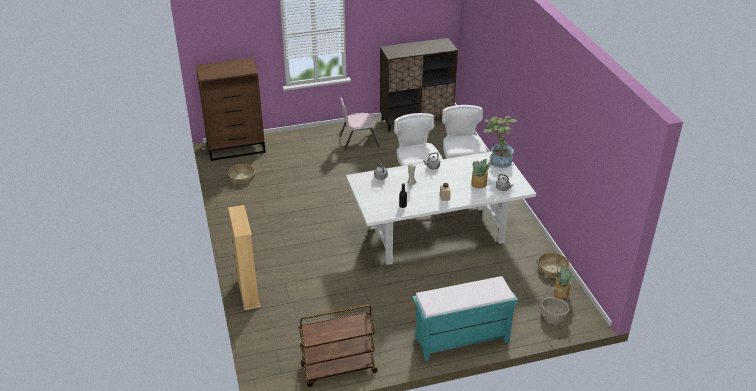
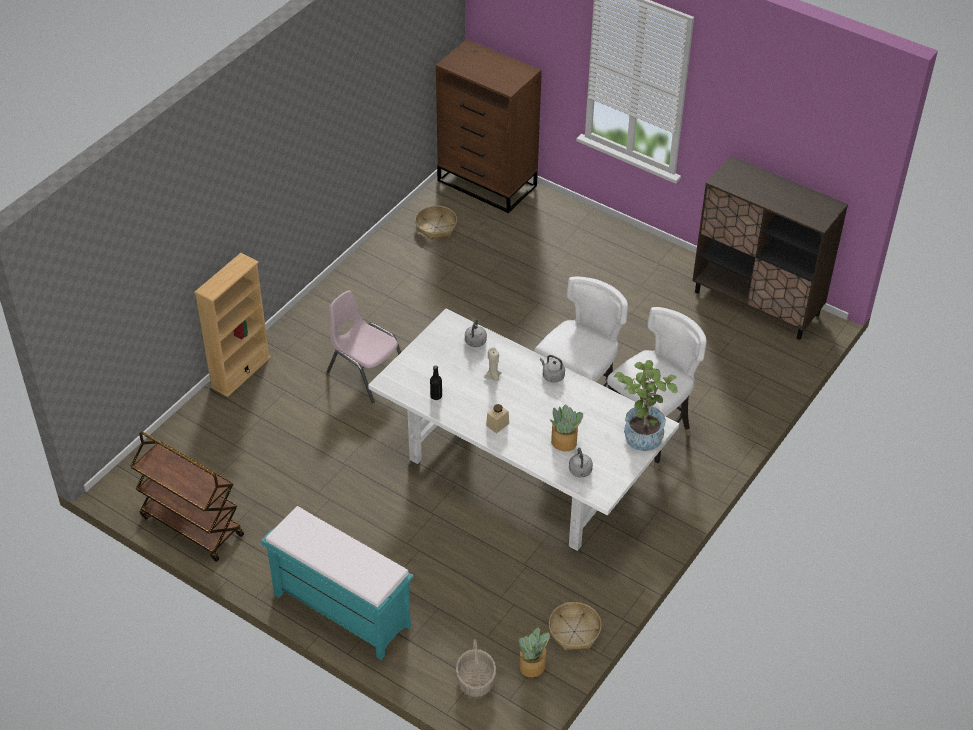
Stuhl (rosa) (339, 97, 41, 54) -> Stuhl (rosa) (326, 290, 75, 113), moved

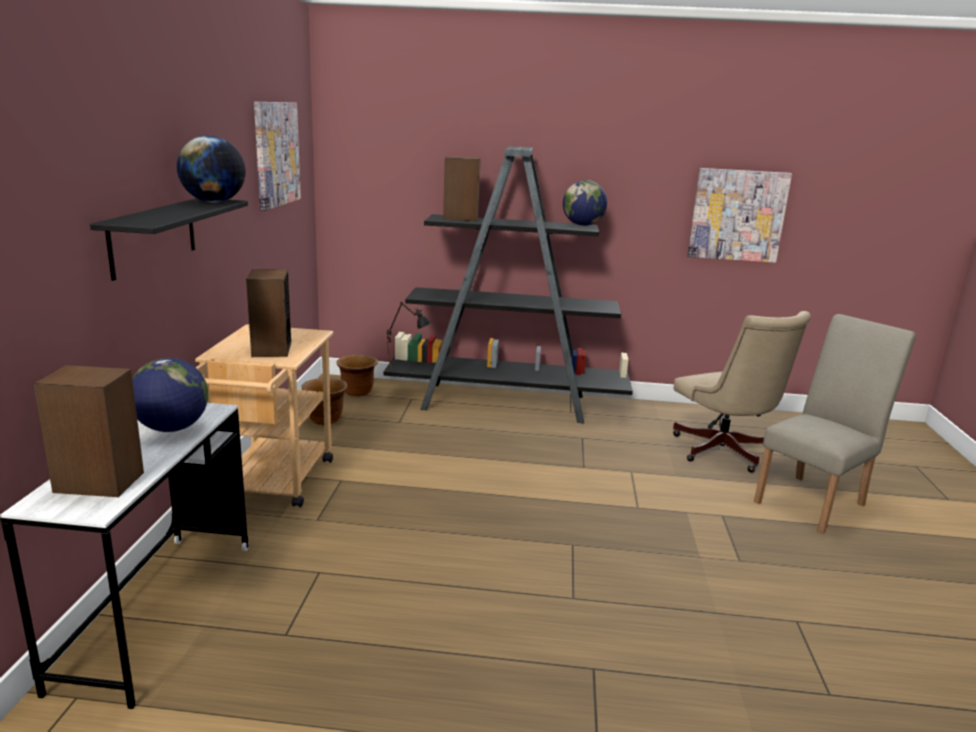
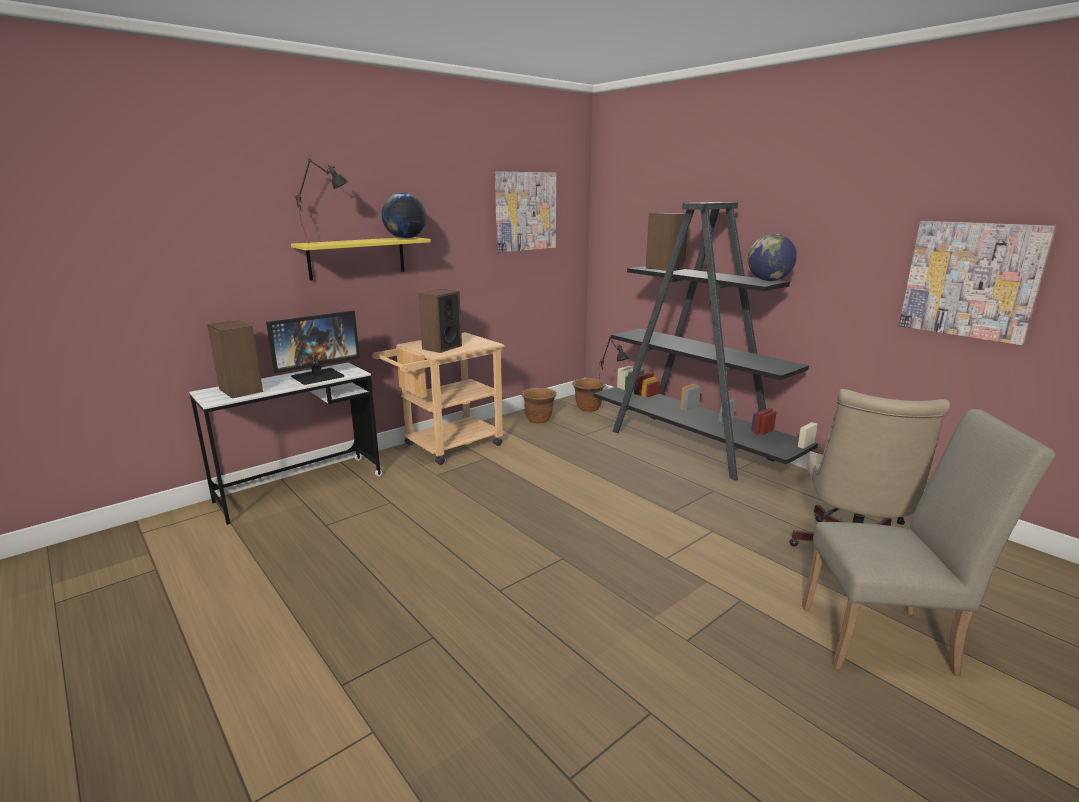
Wandregal (schwarz) (90, 198, 158, 83) -> Wandregal (gelb) (291, 237, 140, 44)
Globus (132, 358, 76, 74) -> Monitor (266, 311, 94, 74)
none -> Tischlampe (schwarz) (295, 159, 53, 85)

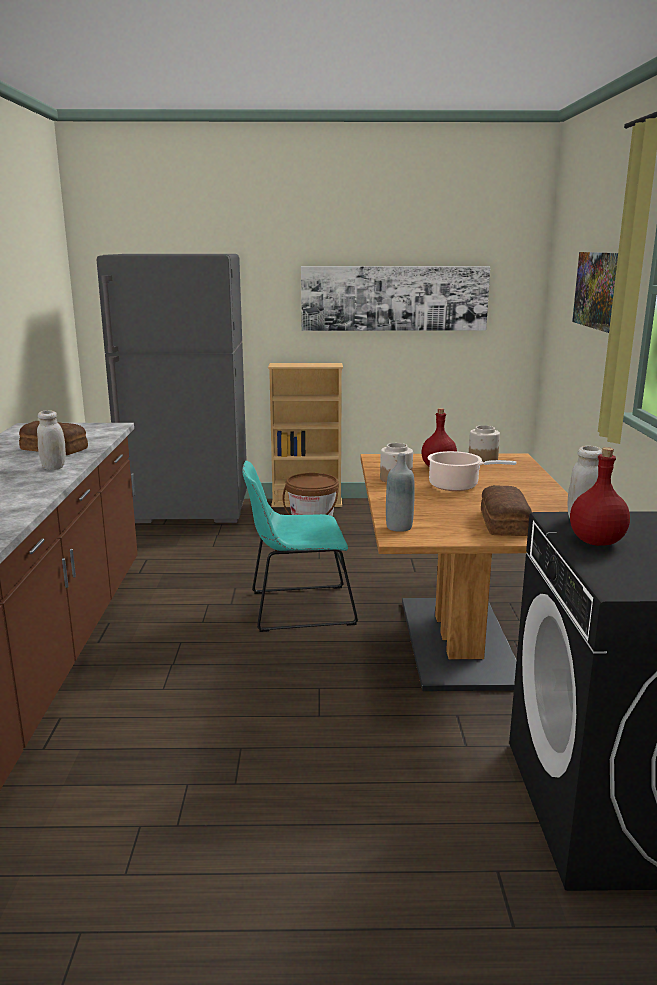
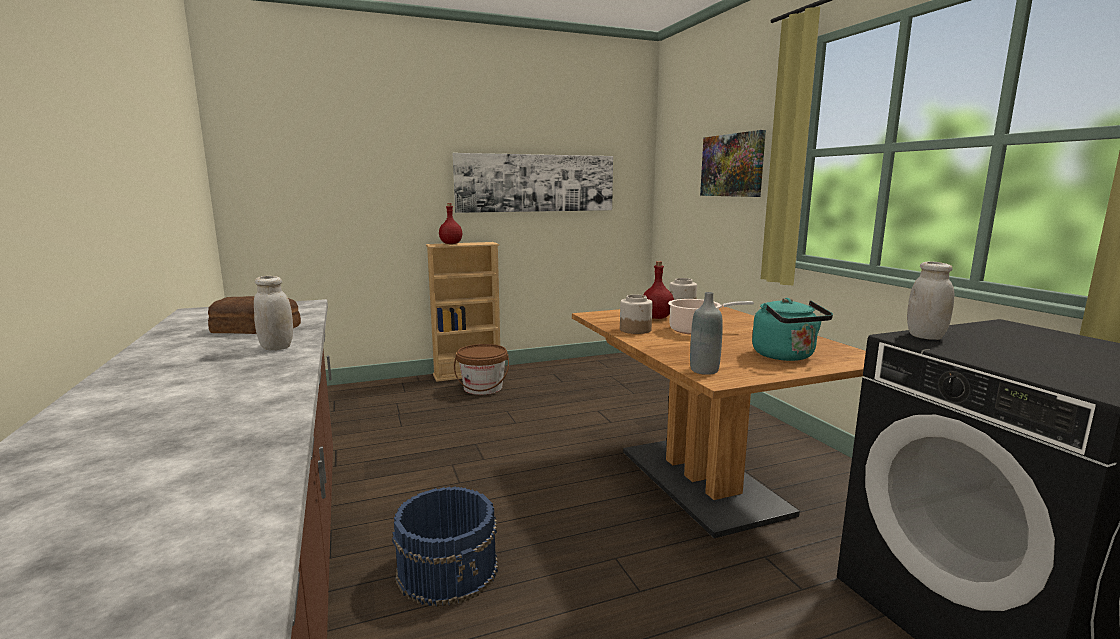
Kühlschrank (grau) (96, 254, 151, 269) -> none
Stuhl (türkis) (242, 461, 117, 171) -> none
Brot (481, 485, 51, 51) -> Wasserkessel (türkis) (752, 298, 81, 63)
Flasche (rot) (570, 447, 60, 99) -> Flasche (rot) (439, 203, 23, 41), moved
none -> Eimer (blau) (392, 487, 106, 120)

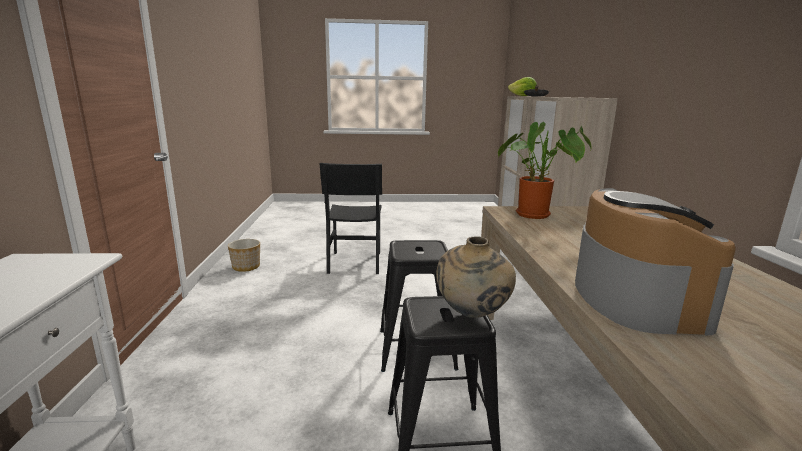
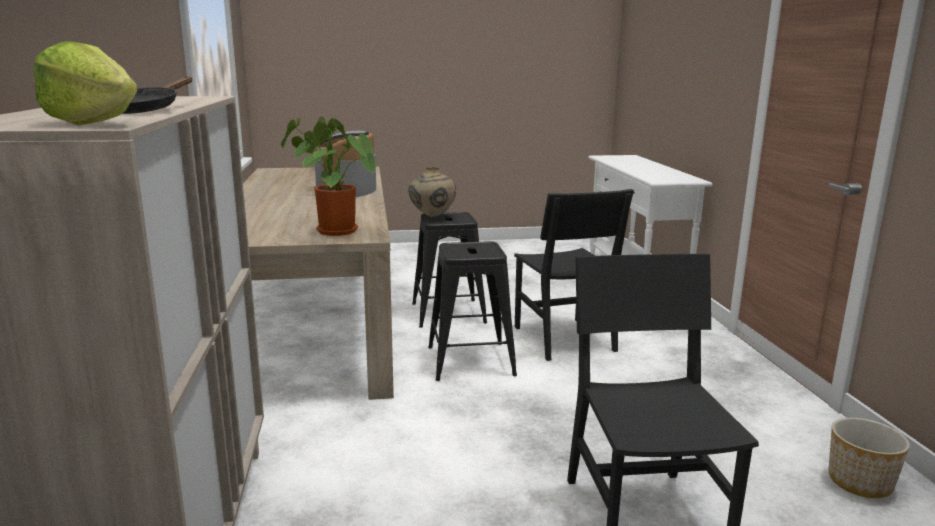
none -> Stuhl (schwarz) (514, 189, 120, 172)

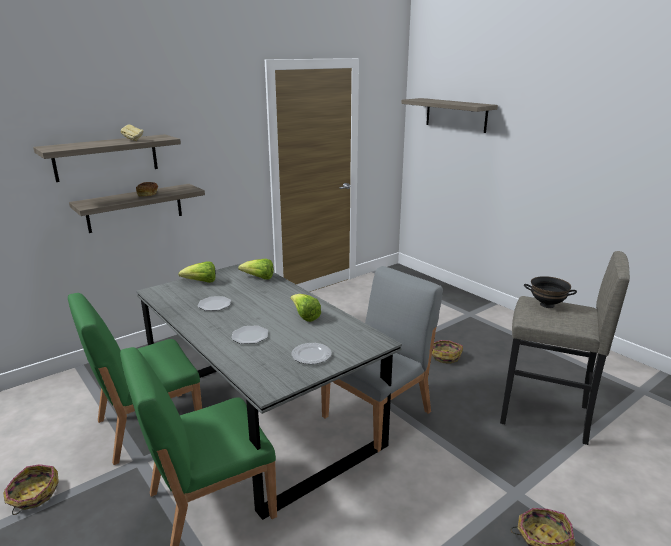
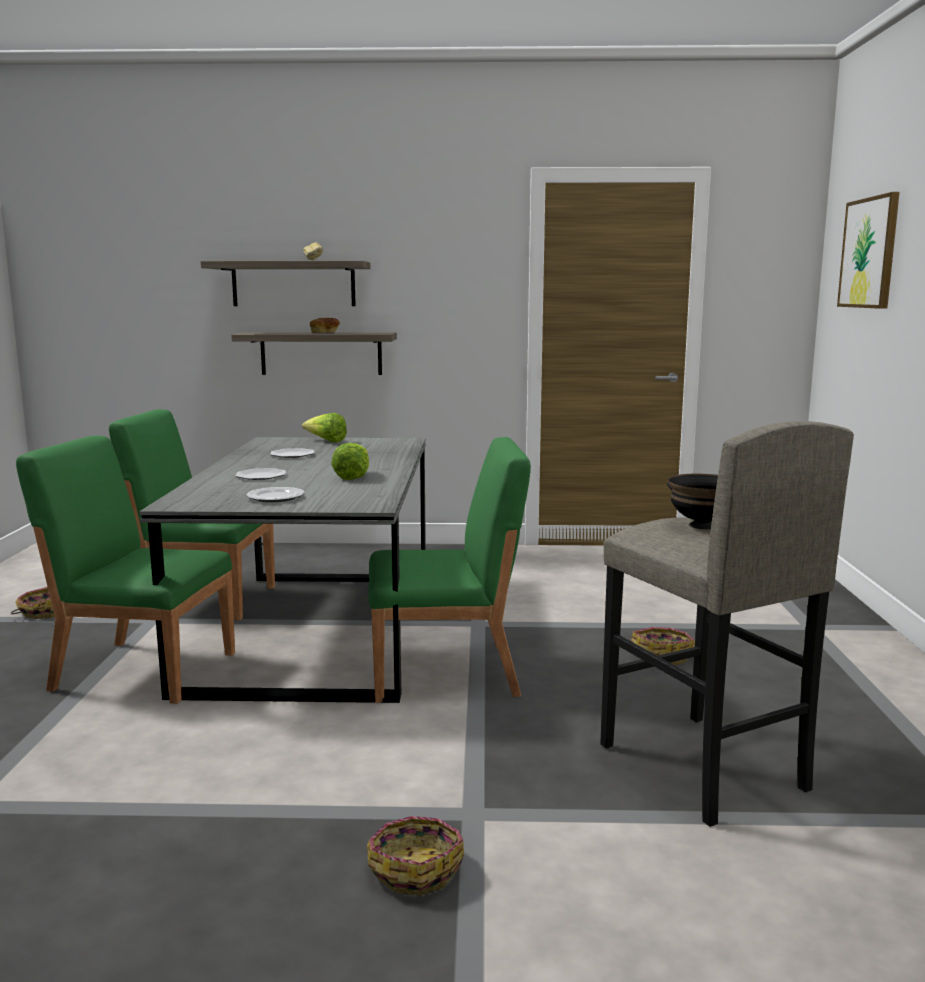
Salatkopf (238, 259, 36, 21) -> none
Stuhl (grau) (321, 266, 122, 186) -> Stuhl (grün) (368, 437, 163, 266)
Wandregal (401, 98, 97, 35) -> Bild (837, 192, 63, 117)

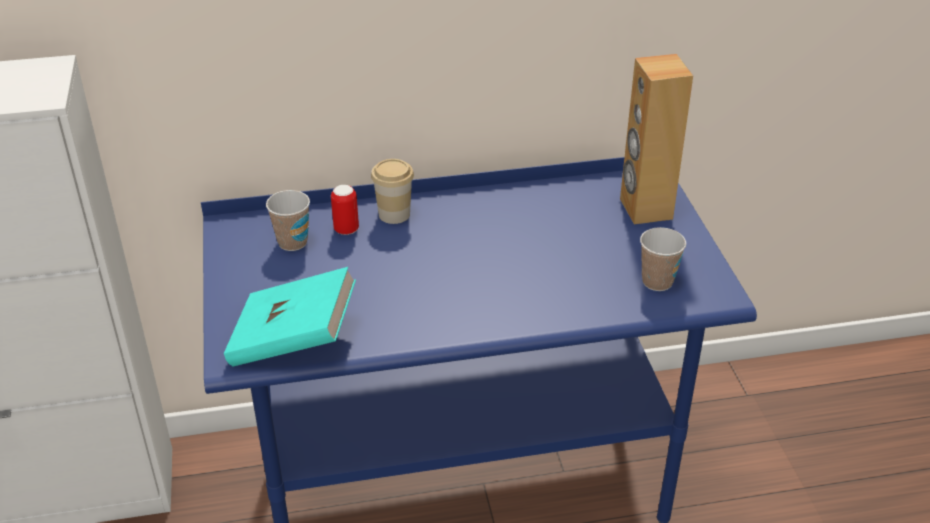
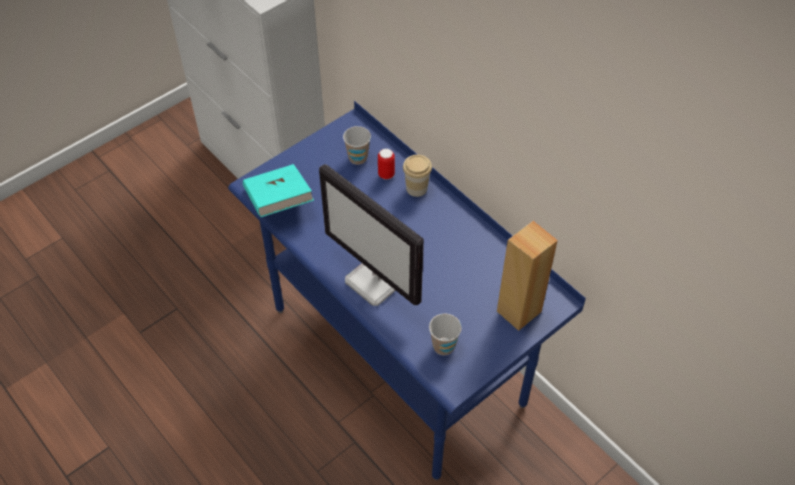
none -> Monitor (319, 164, 105, 142)

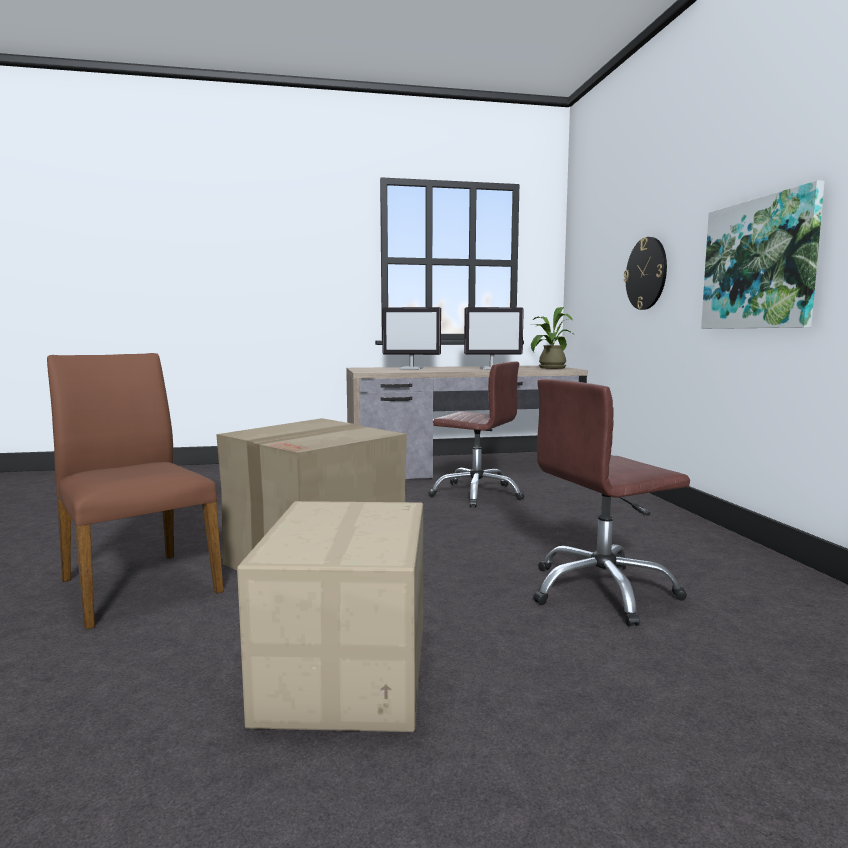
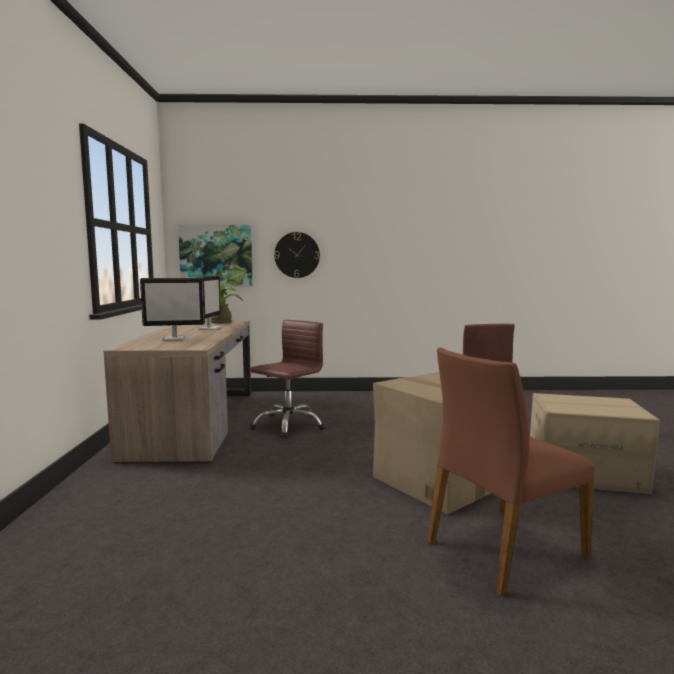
Monitor (382, 307, 59, 63) -> Monitor (140, 278, 65, 63), 60 degrees clockwise
Bild (701, 180, 124, 149) -> Bild (178, 225, 75, 62), moved

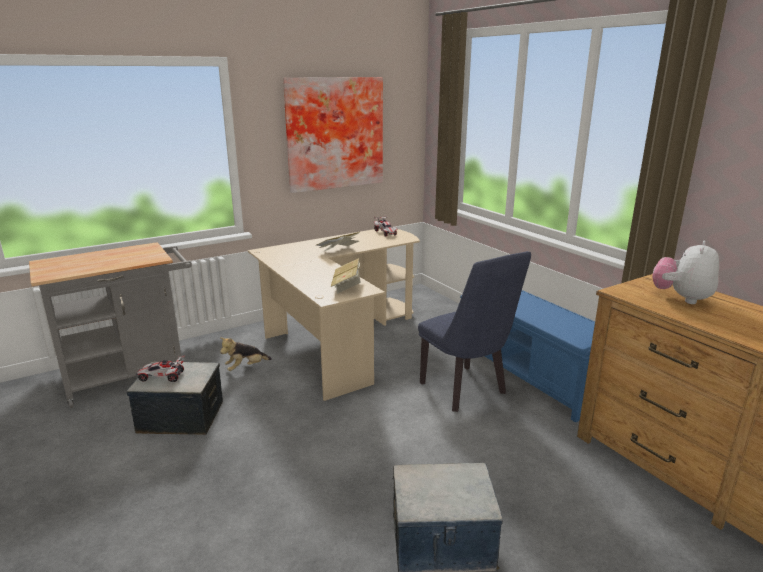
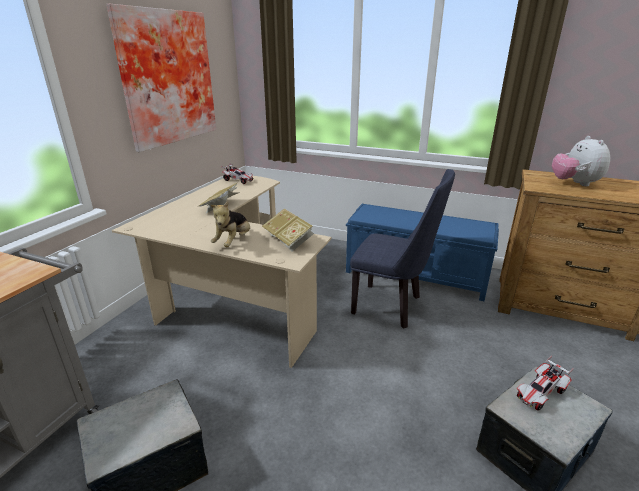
Spielzeugauto (136, 355, 49, 27) -> Spielzeugauto (517, 356, 57, 55), moved
Plüschtier (220, 337, 52, 34) -> Plüschtier (210, 202, 40, 45), moved

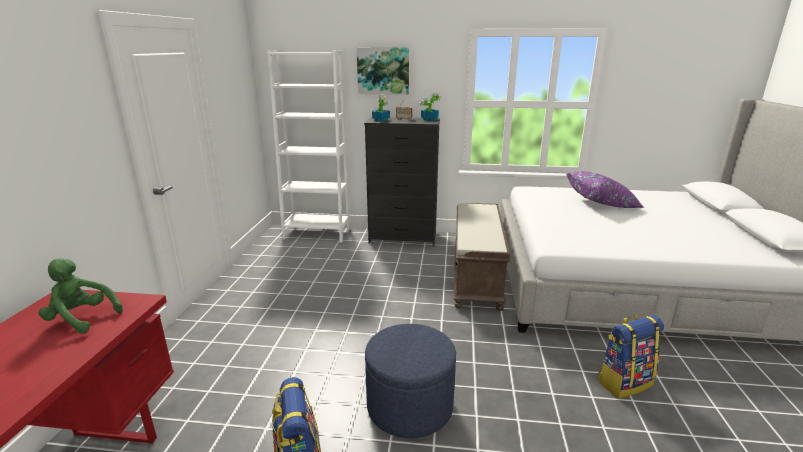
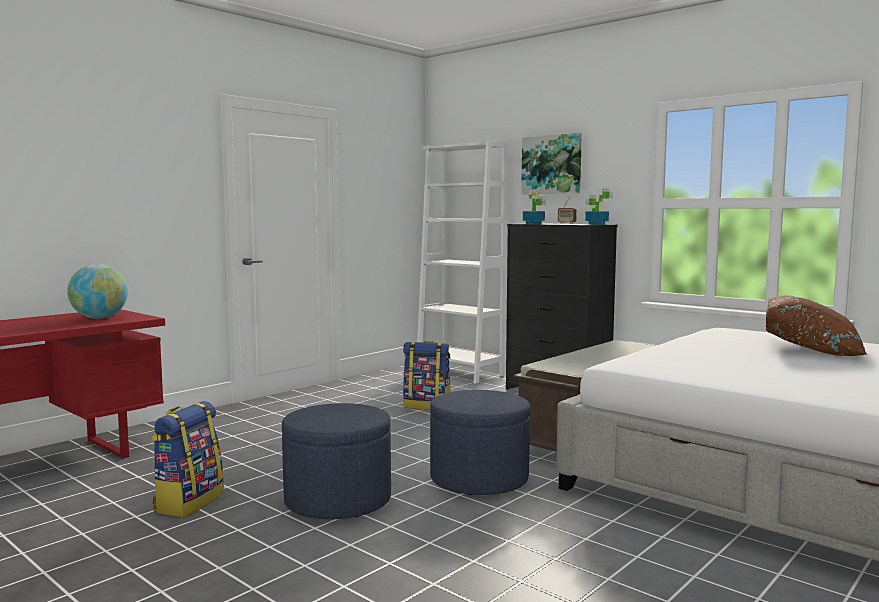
Plüschtier (grün) (38, 258, 85, 76) -> Globus (67, 264, 61, 55)
Kissen (lila) (567, 171, 77, 37) -> Kissen (braun) (766, 296, 101, 60)
Rucksack (598, 315, 66, 83) -> Rucksack (403, 341, 47, 69), moved
none -> Polsterhocker (blau) (430, 390, 100, 105)

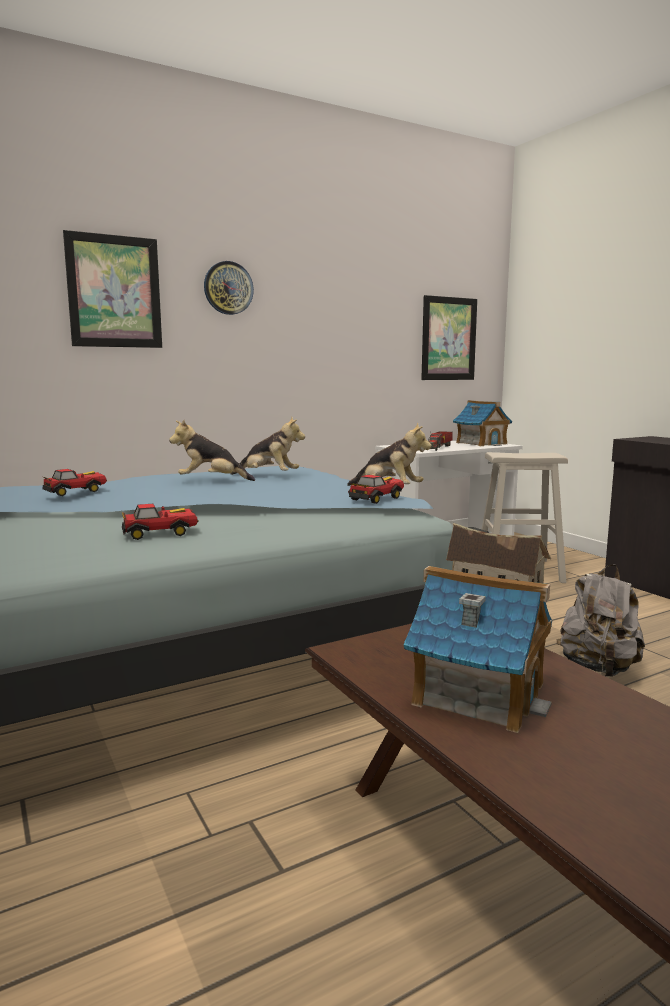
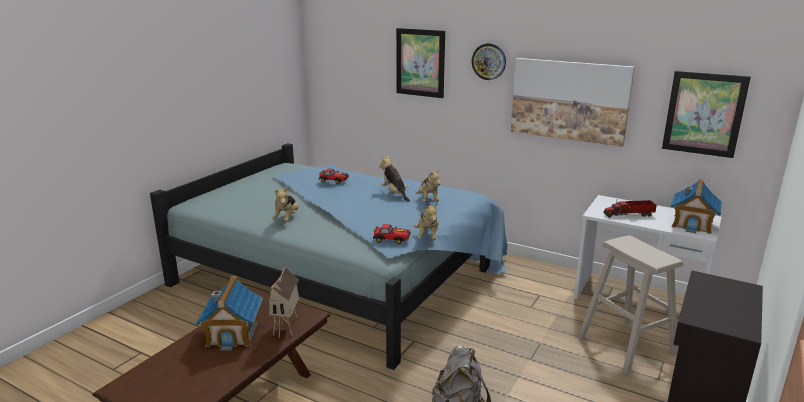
Spielzeugauto (122, 504, 76, 36) -> Plüschtier (272, 187, 26, 35)
none -> Bild (511, 58, 124, 89)

